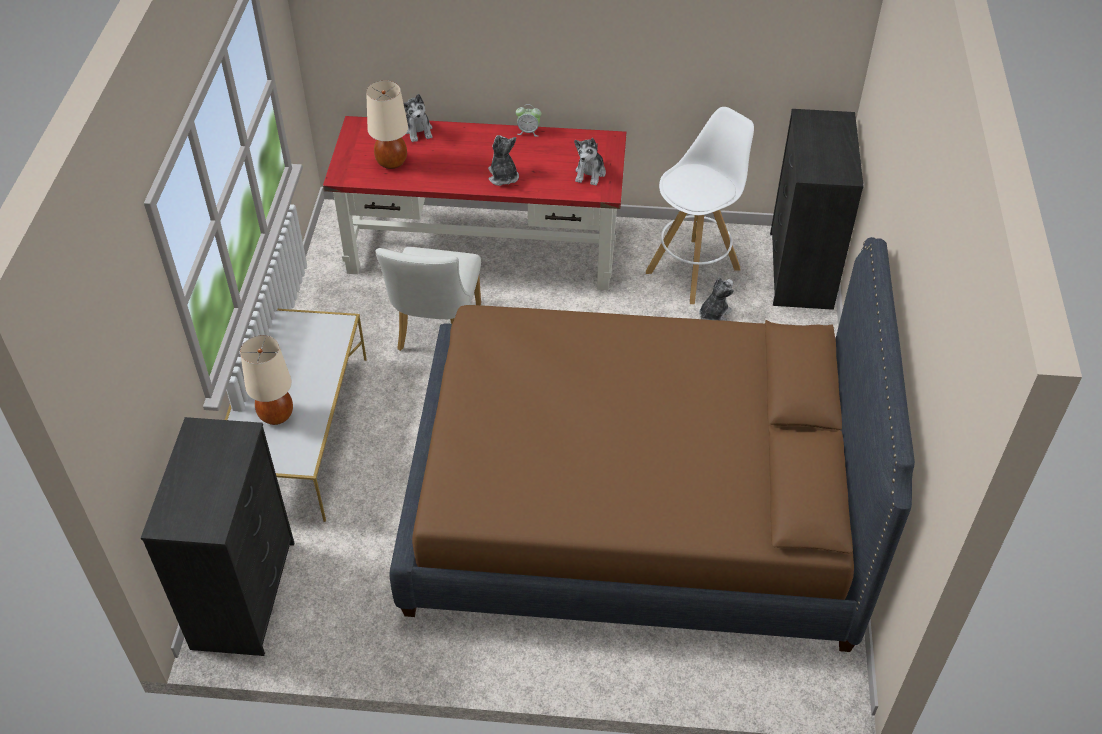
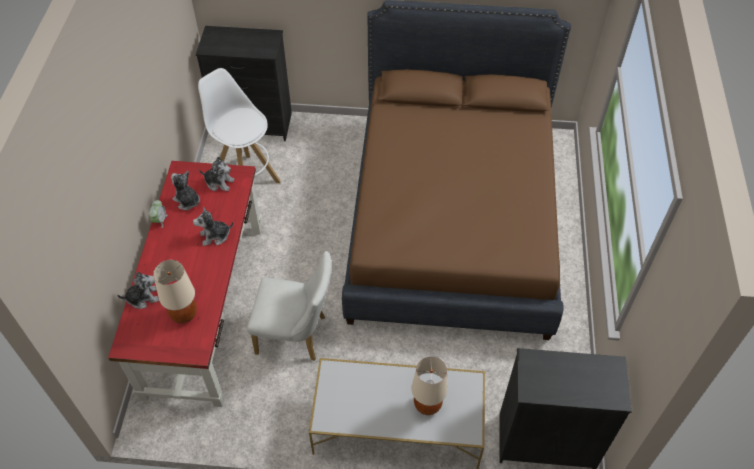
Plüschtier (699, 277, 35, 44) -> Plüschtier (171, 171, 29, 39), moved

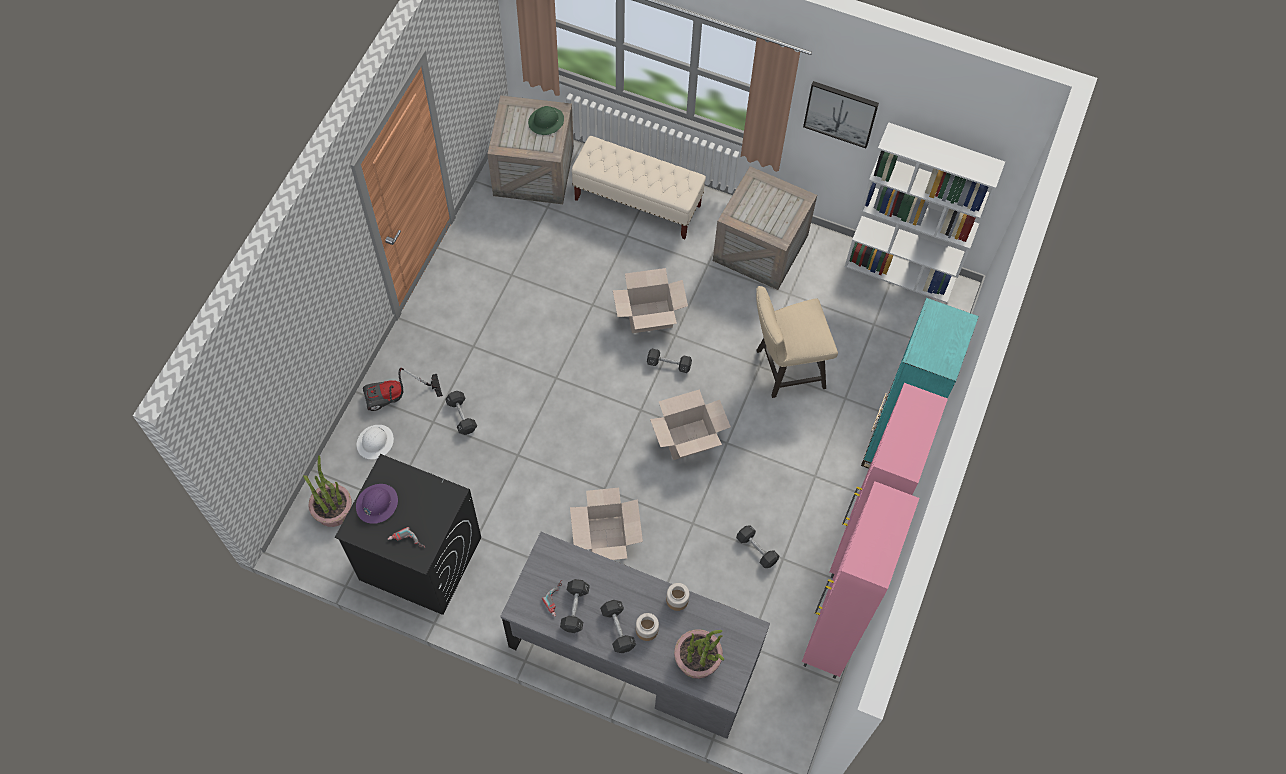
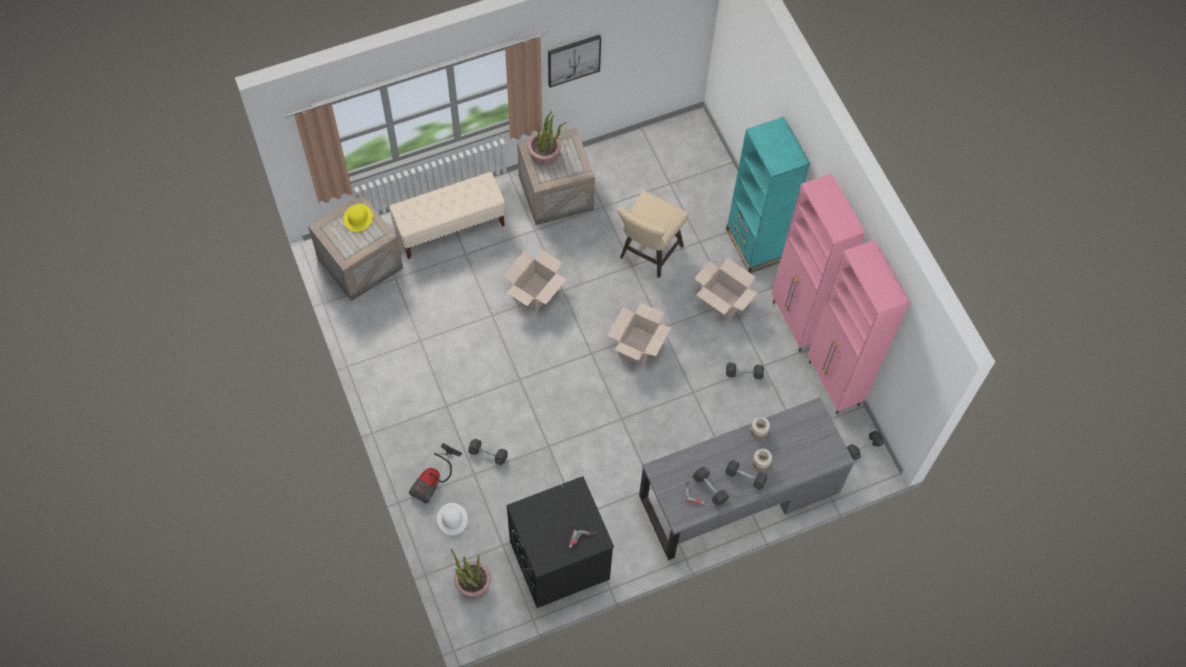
Schutzhelm (lila) (356, 484, 42, 40) -> none
Schutzhelm (grün) (528, 106, 36, 29) -> Schutzhelm (gelb) (343, 204, 30, 28)
Karton (570, 488, 73, 72) -> Karton (694, 258, 64, 61), moved
Hantel (schwarz) (647, 349, 45, 24) -> Hantel (schwarz) (847, 431, 36, 29), moved
Topfpflanze (674, 629, 50, 50) -> Topfpflanze (528, 111, 38, 54), moved
Bücherregal (weiß) (845, 122, 160, 181) -> none

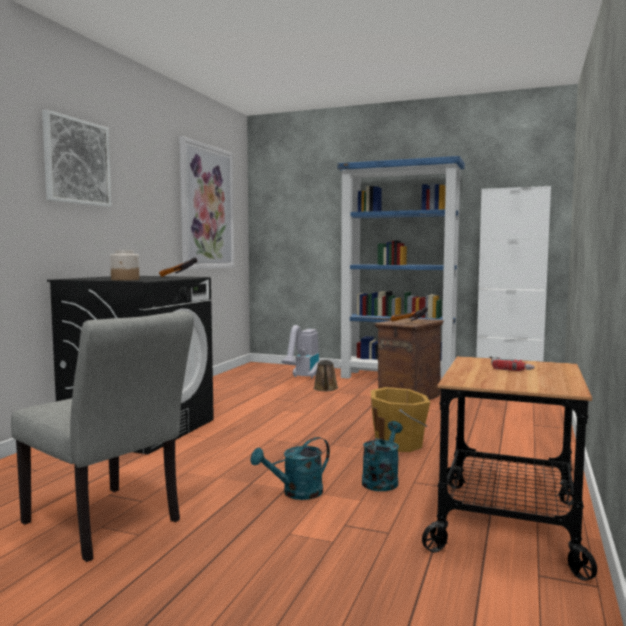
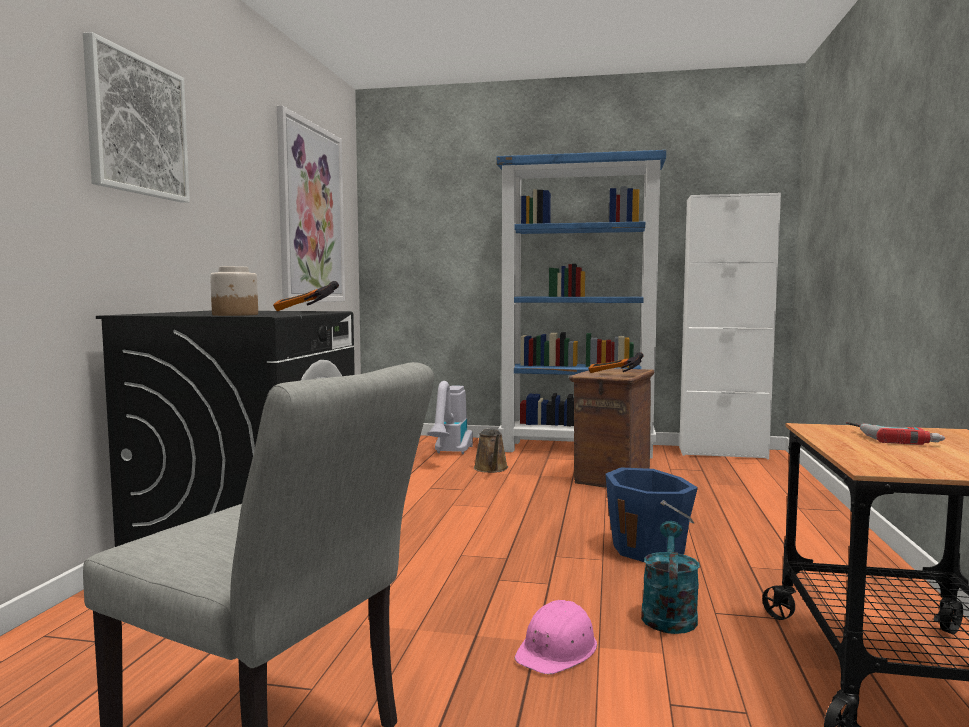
Gießkanne (türkis) (250, 437, 80, 63) -> Schutzhelm (rosa) (514, 600, 83, 74)
Eimer (orange) (371, 387, 59, 65) -> Eimer (blau) (606, 467, 92, 95)

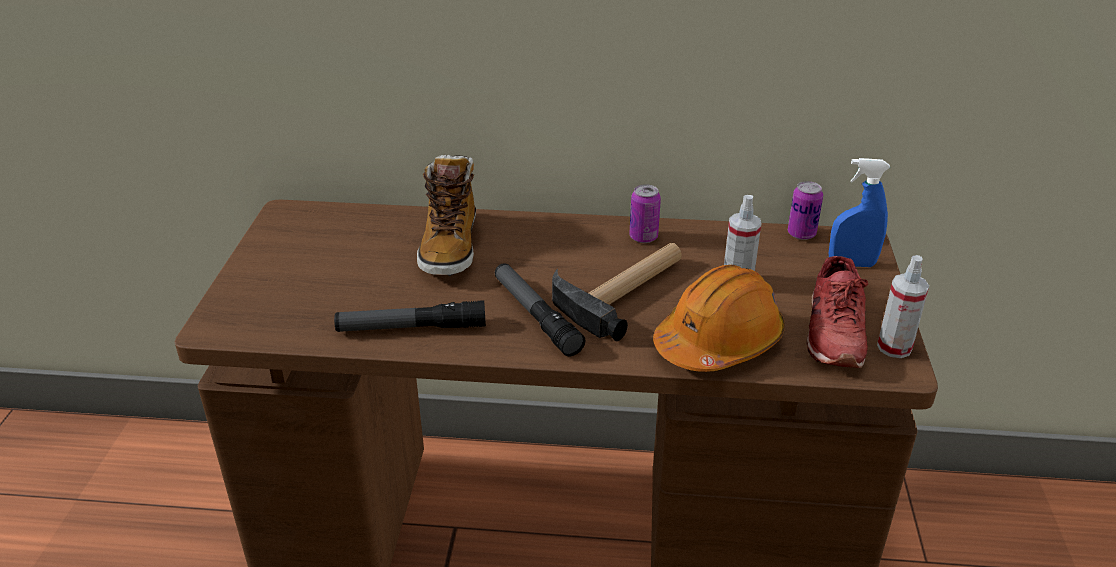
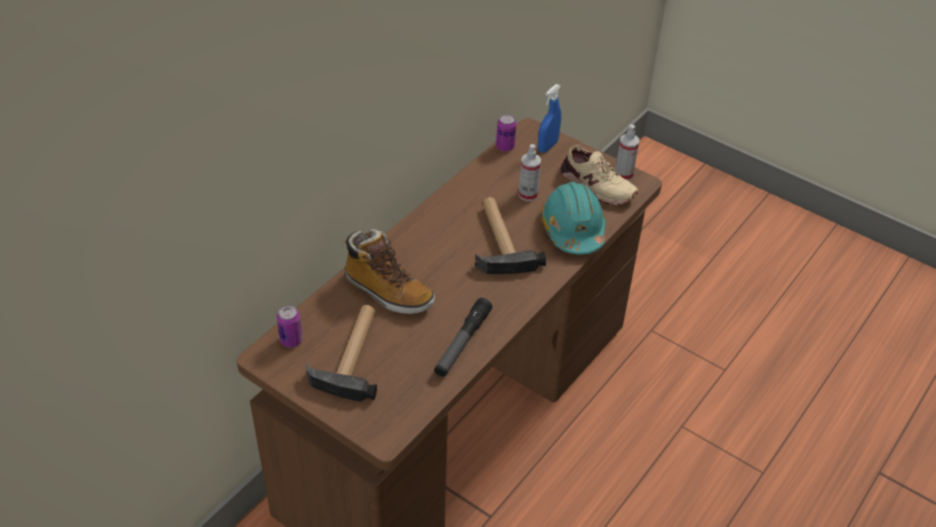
Taschenlampe (495, 263, 90, 94) -> none
Dose (629, 184, 32, 59) -> Dose (277, 305, 26, 43), moved
Schutzhelm (orange) (653, 265, 132, 107) -> Schutzhelm (türkis) (541, 182, 65, 72)
Schuh (rot) (807, 256, 61, 112) -> Schuh (beige) (561, 145, 77, 61)
none -> Hammer (306, 305, 71, 97)

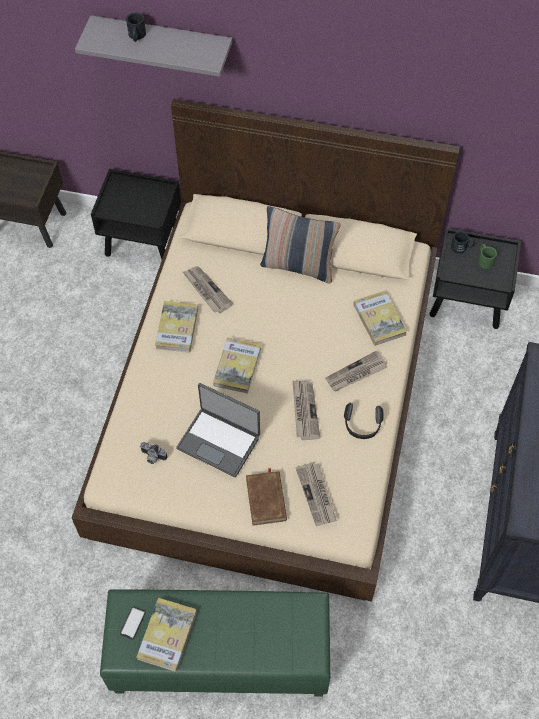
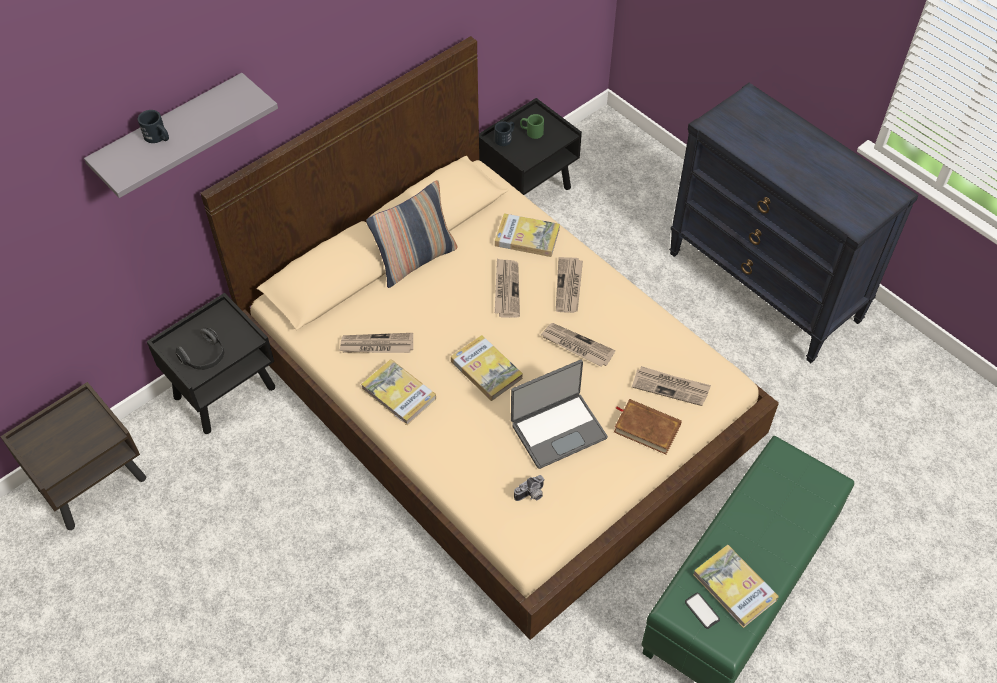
Kopfhörer (344, 403, 40, 36) -> Kopfhörer (175, 327, 49, 43), moved
none -> Zeitung (495, 258, 25, 60)

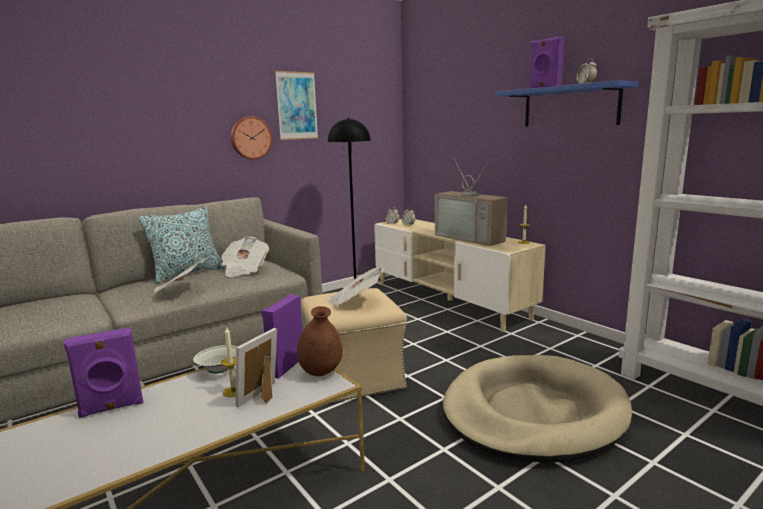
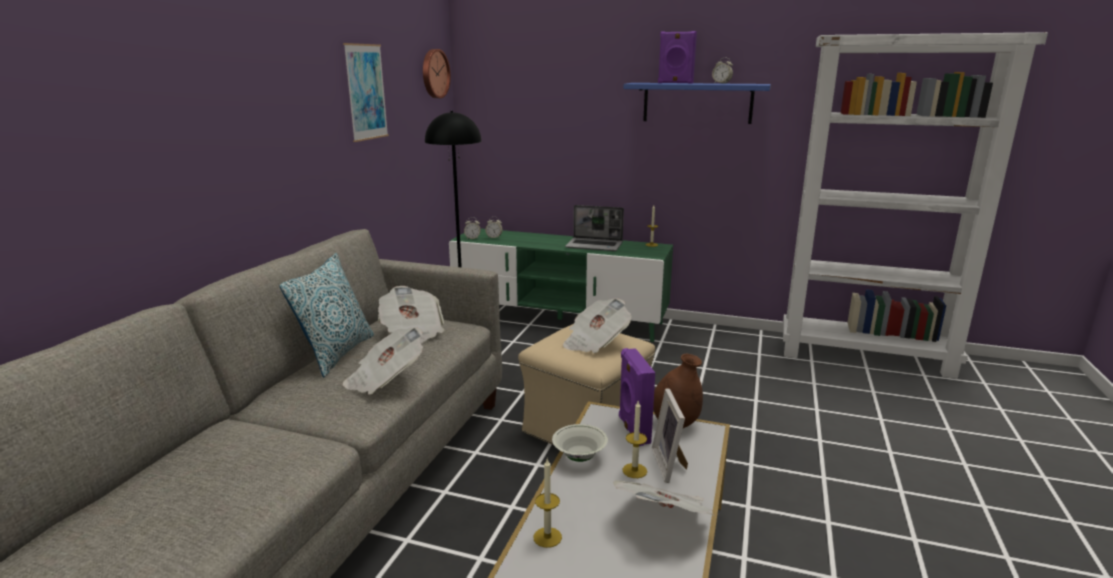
Lautsprecher (lila) (64, 327, 79, 91) -> Kerze (534, 459, 28, 89)
Wanduhr (231, 116, 41, 43) -> Wanduhr (423, 49, 28, 49), moved
Fernsehschrank (beige) (374, 219, 172, 113) -> Fernsehschrank (grün) (449, 228, 224, 114)
Fernseher (435, 157, 73, 89) -> Laptop (565, 205, 59, 46)
Hundebett (beige) (443, 355, 189, 108) -> none
none -> Zeitung (614, 481, 99, 34)

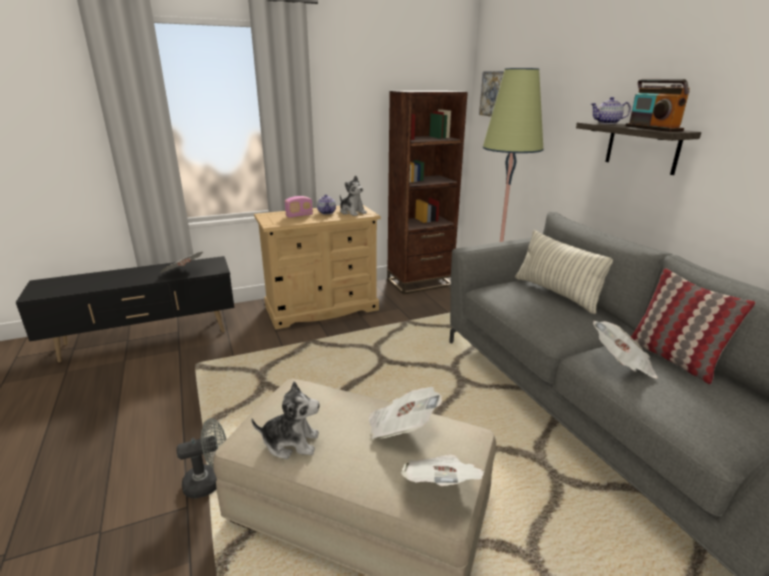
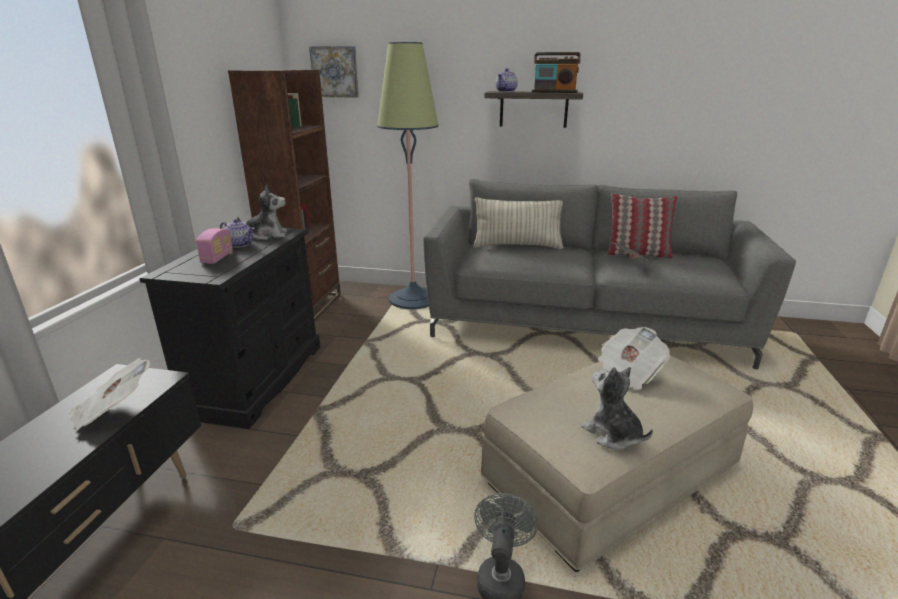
Plüschtier (251, 381, 69, 78) -> Plüschtier (581, 367, 72, 83), 75 degrees counterclockwise
Kommode (beige) (254, 205, 127, 125) -> Kommode (schwarz) (140, 228, 180, 201)
Zeitung (401, 454, 84, 32) -> none

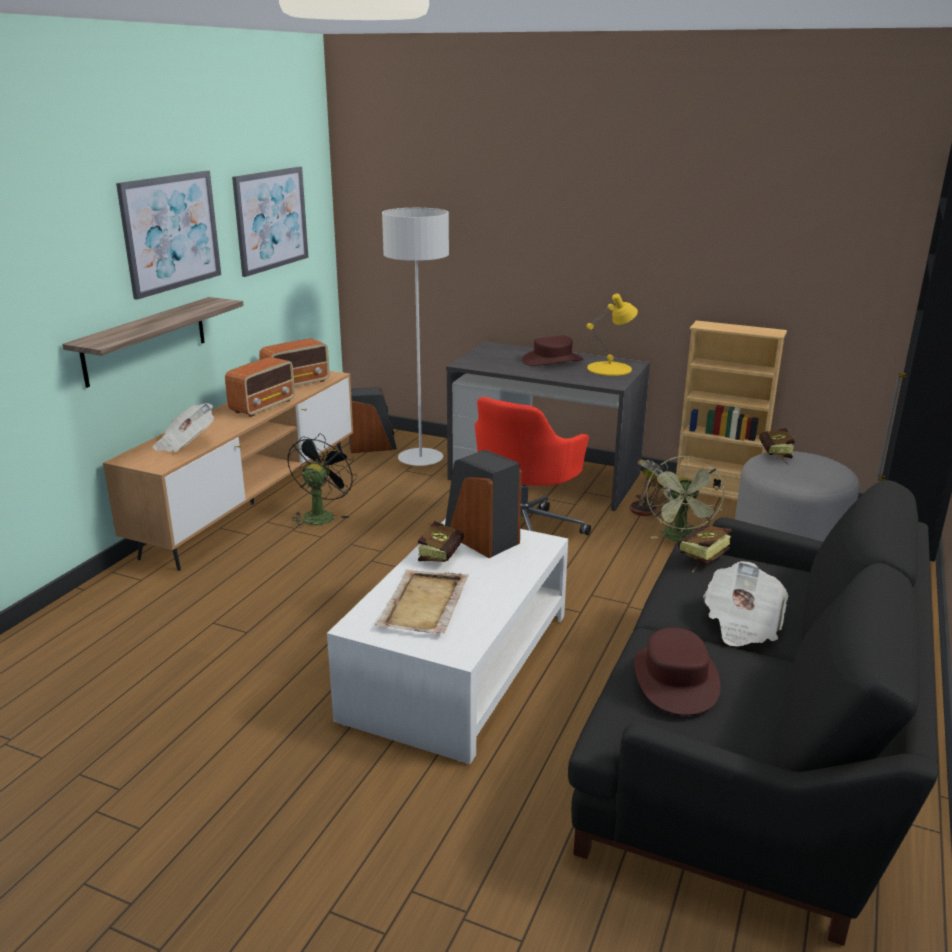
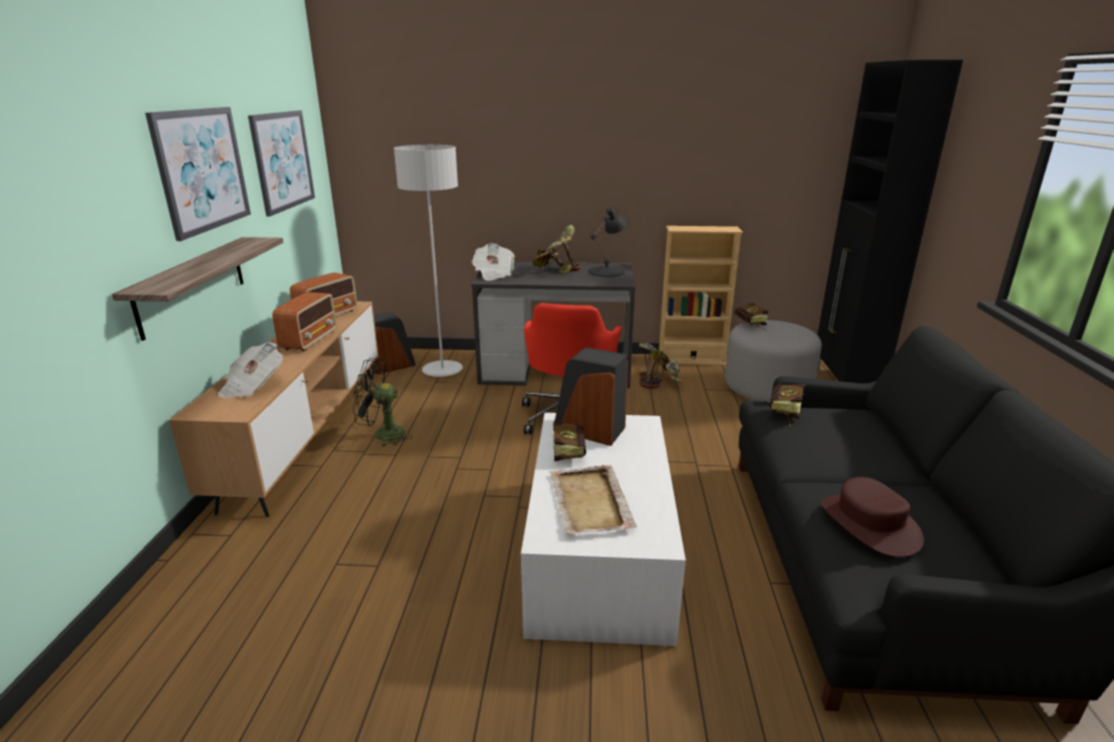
Ventilator (schwarz) (288, 433, 69, 95) -> Ventilator (schwarz) (353, 358, 60, 89), 90 degrees counterclockwise
Hut (braun) (522, 336, 61, 30) -> Topfpflanze (531, 225, 50, 49)
Tischlampe (gelb) (587, 294, 51, 82) -> Tischlampe (schwarz) (588, 207, 39, 70)
Ventilator (grün) (646, 456, 78, 86) -> none
Zeitung (703, 561, 85, 85) -> Zeitung (471, 244, 44, 37), moved

